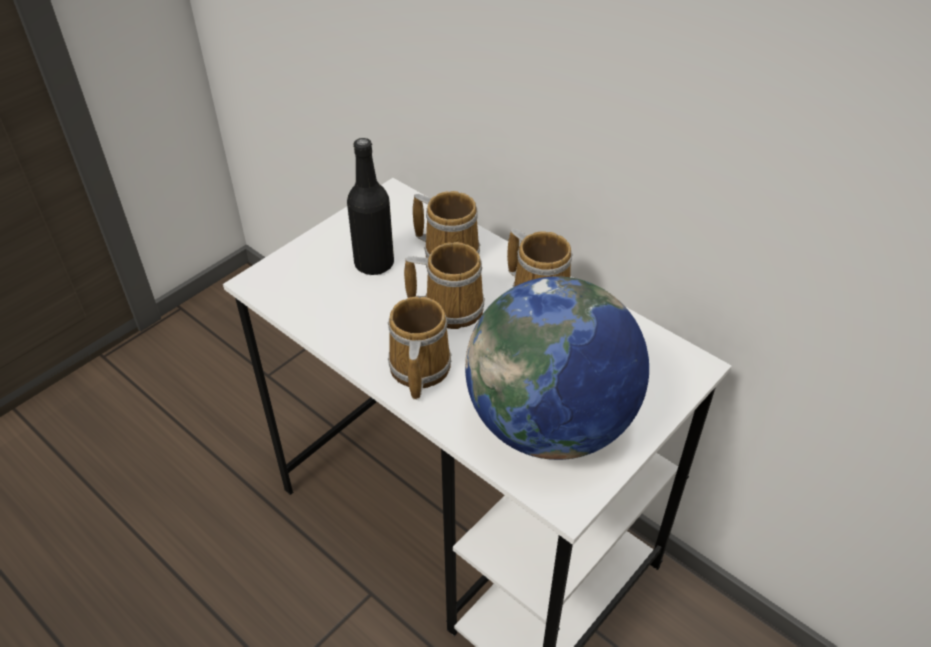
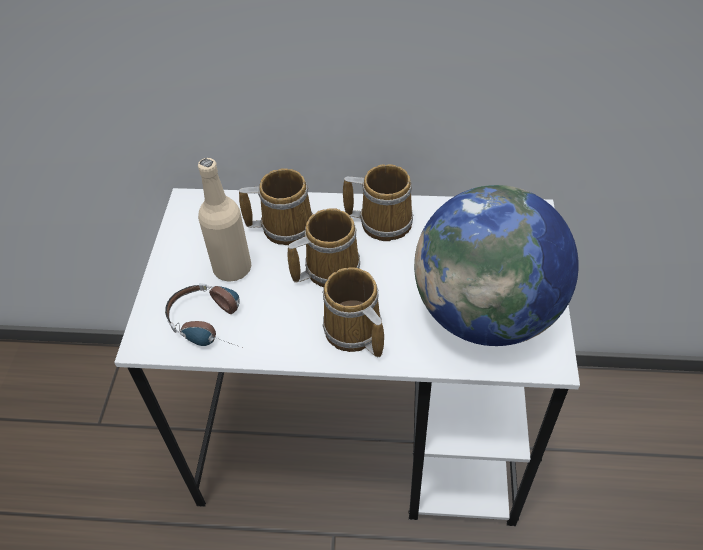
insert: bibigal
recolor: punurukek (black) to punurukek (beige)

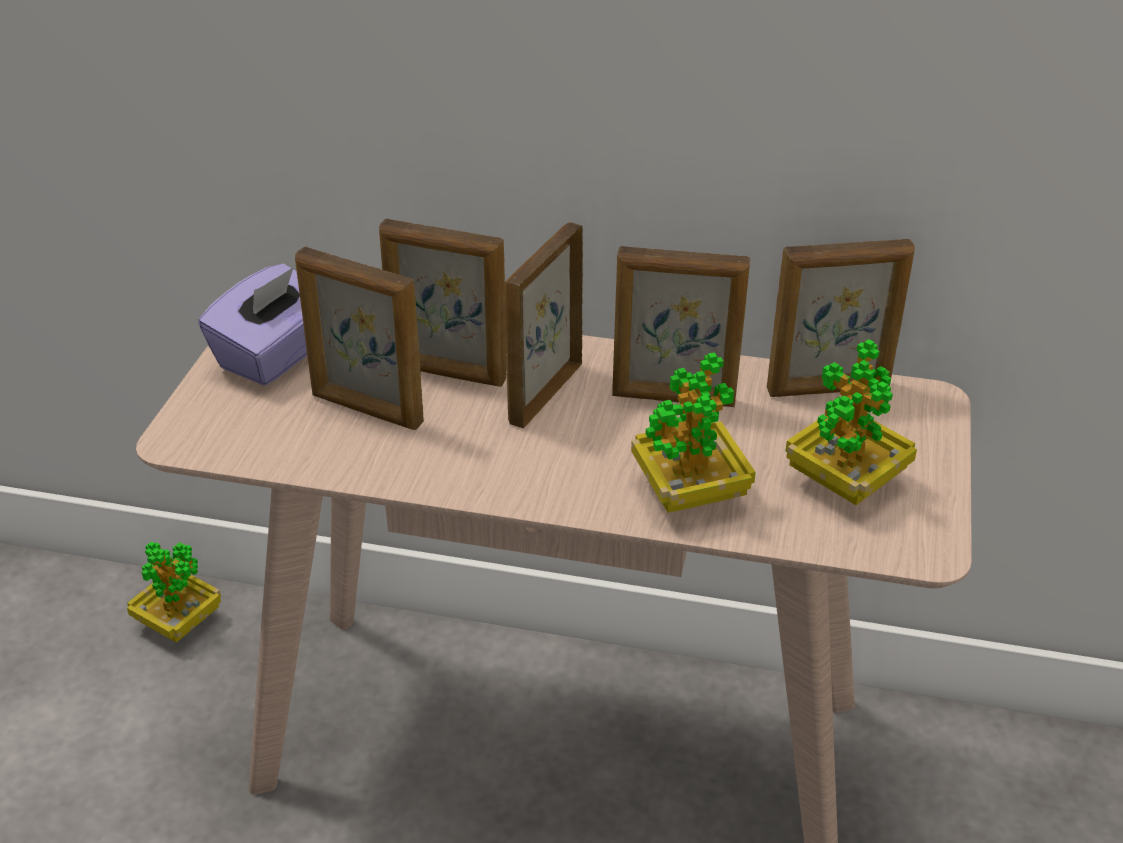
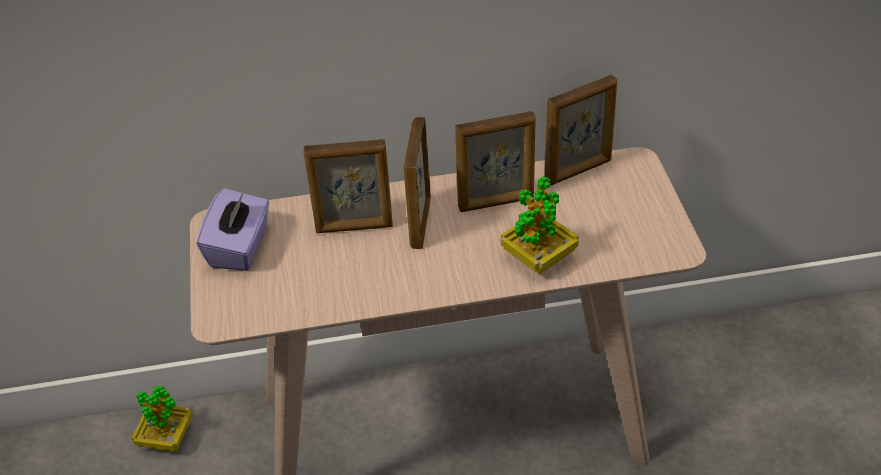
delete: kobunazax (1st from left); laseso (3rd from left)

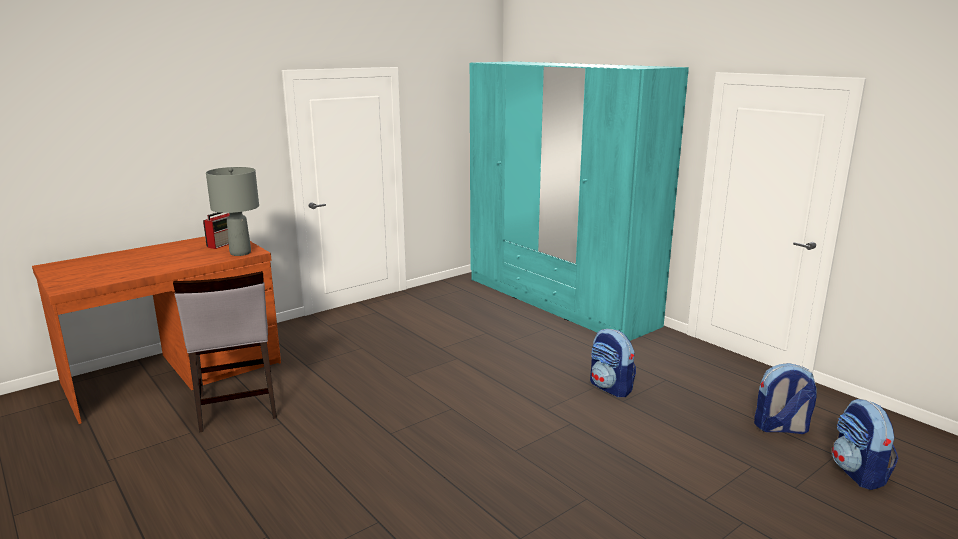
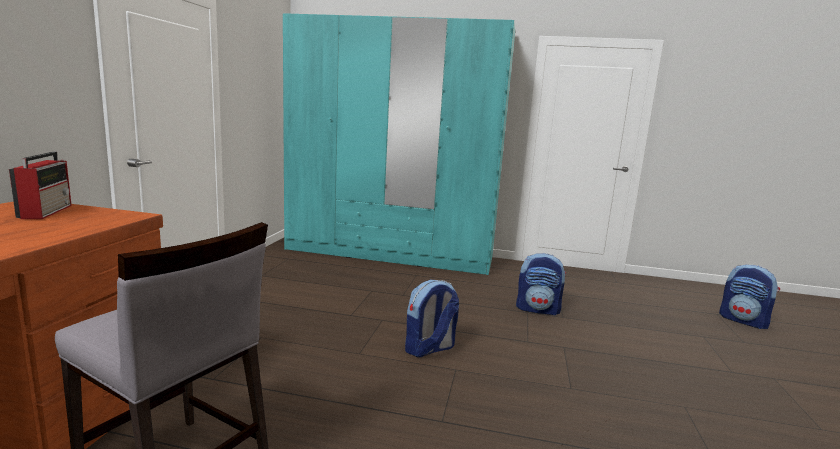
delete: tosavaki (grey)
move: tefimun (2nd from left in the first image) to tefimun (1st from left)

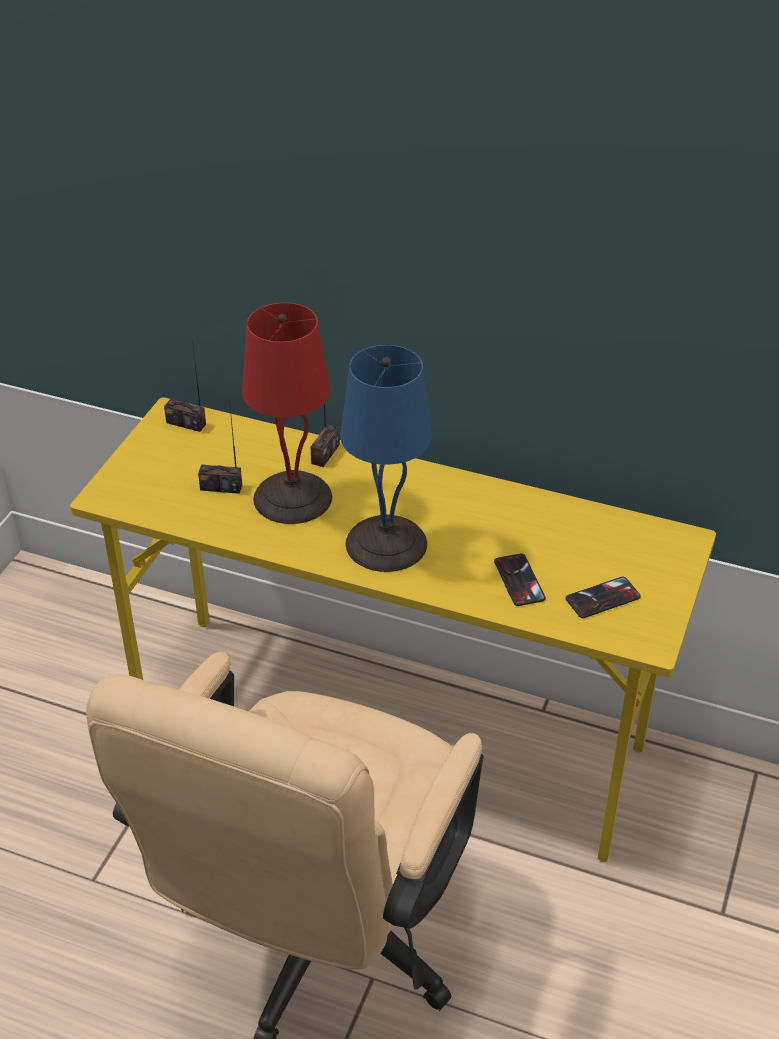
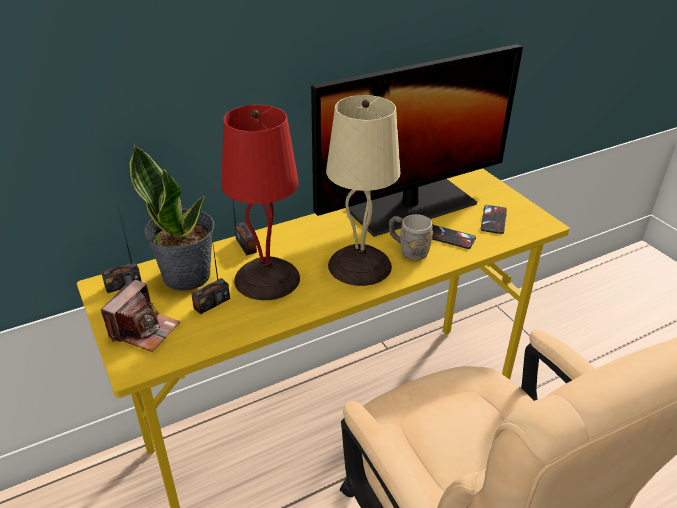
insert: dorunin; laseso; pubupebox; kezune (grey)
recolor: tosavaki (blue) to tosavaki (beige)

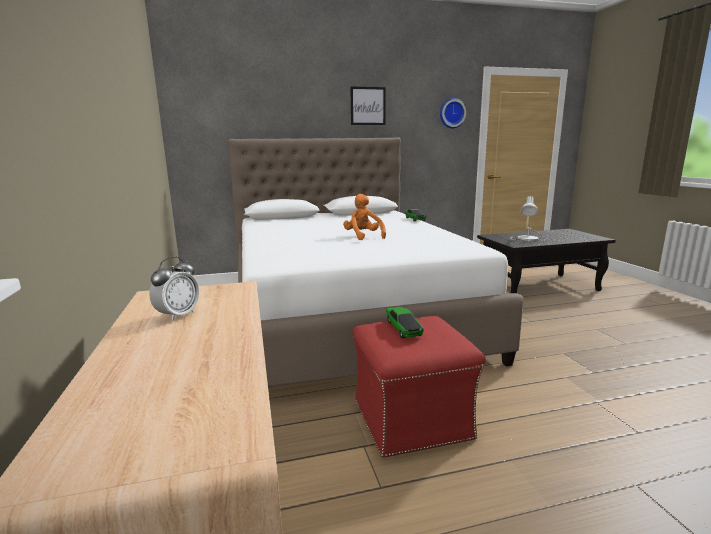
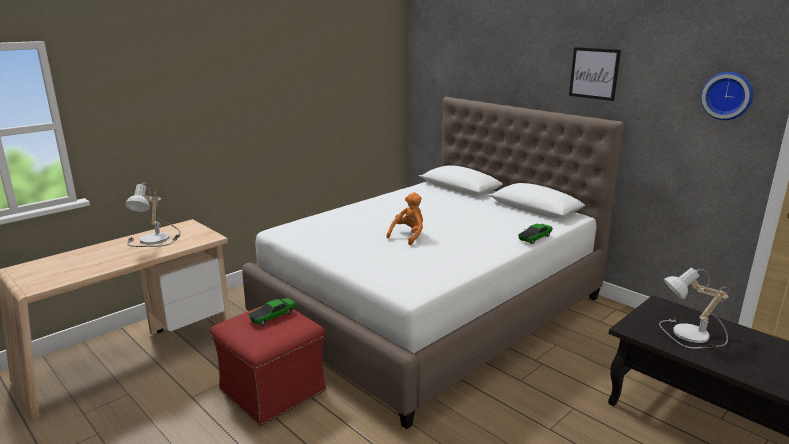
replace: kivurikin to tosavaki (1st from left)

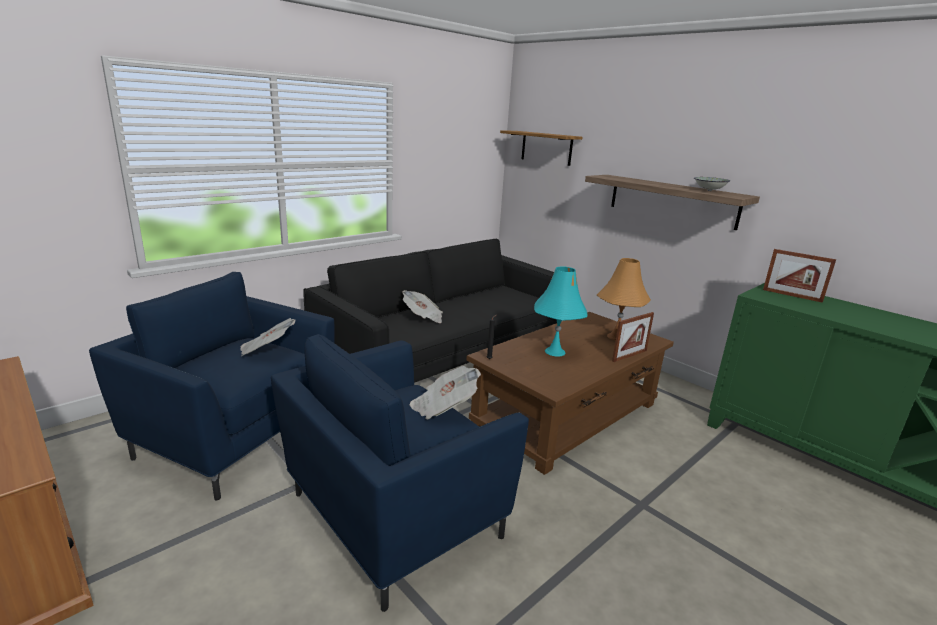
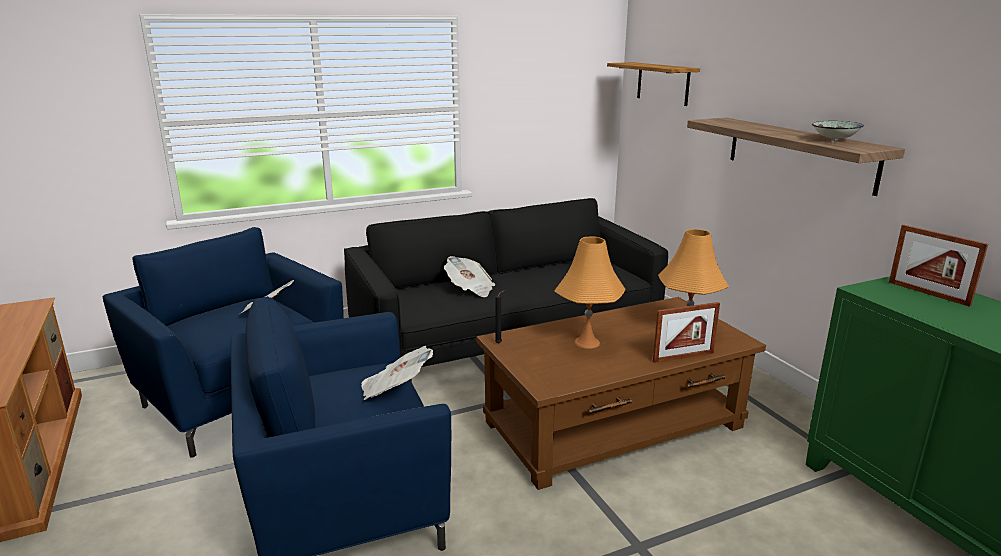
recolor: tosavaki (turquoise) to tosavaki (orange) (1st from left)

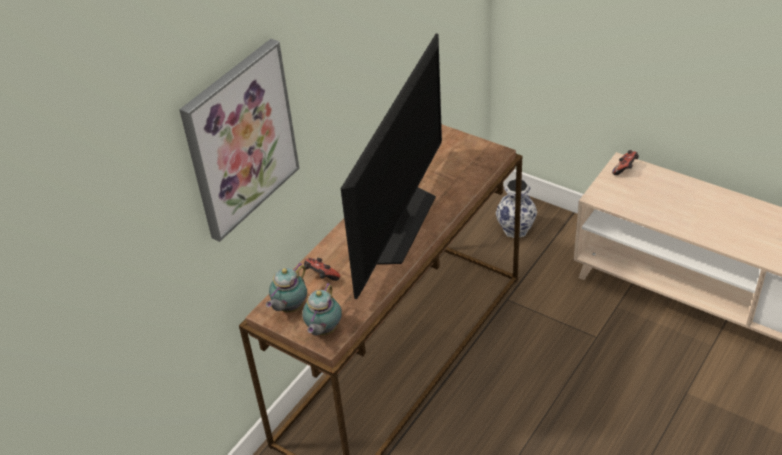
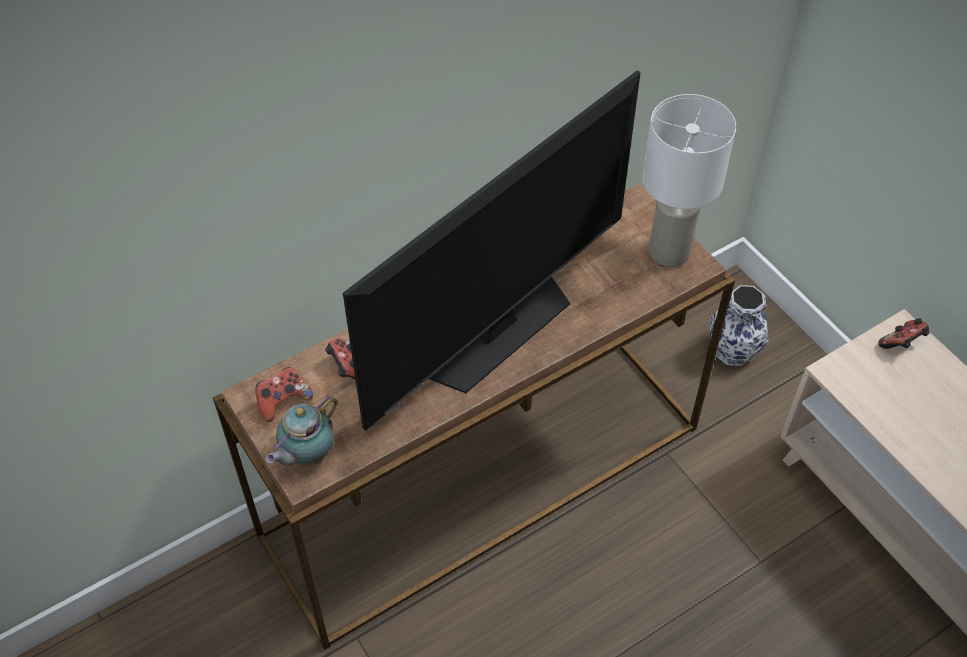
delete: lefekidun
insert: tosavaki (white)
replace: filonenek (1st from left) to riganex (1st from left)

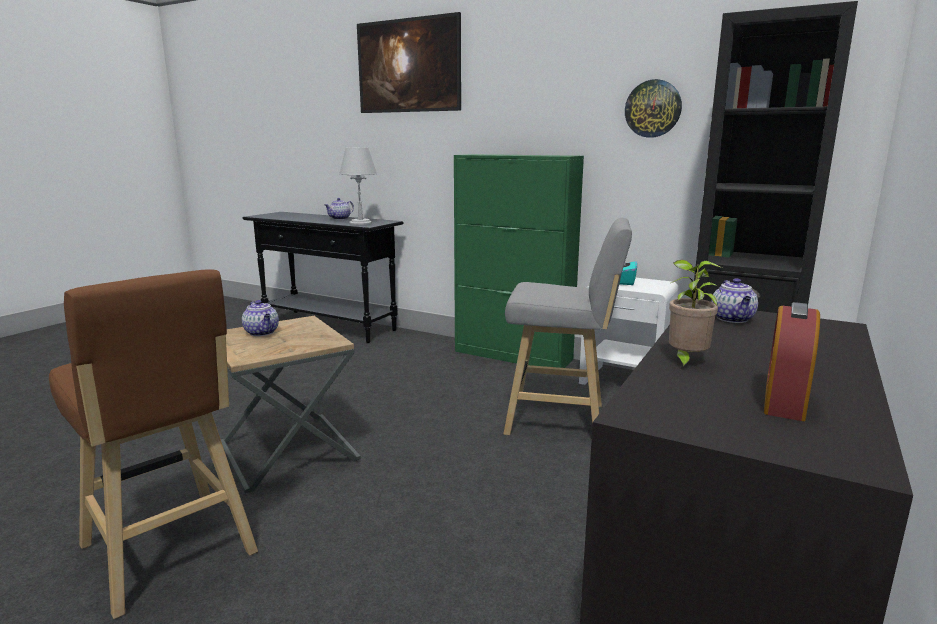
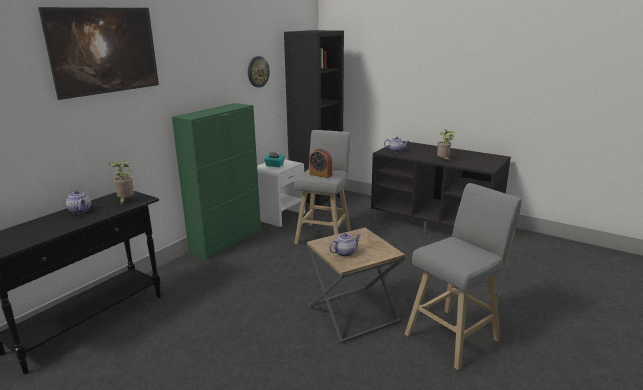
move: kivurikin
replace: tosavaki (grey) to laseso (1st from left)
recolor: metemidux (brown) to metemidux (grey) (2nd from left)

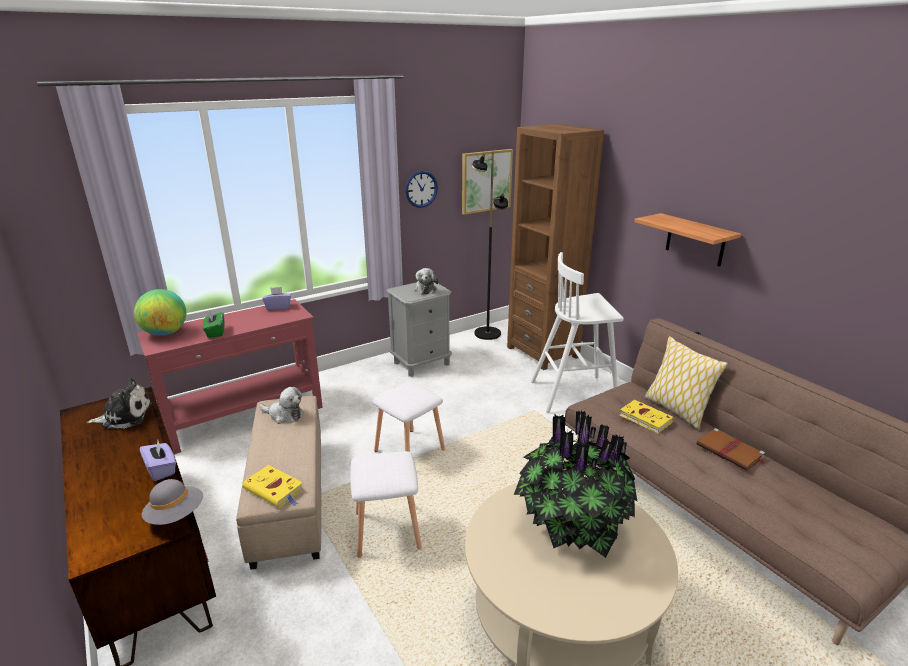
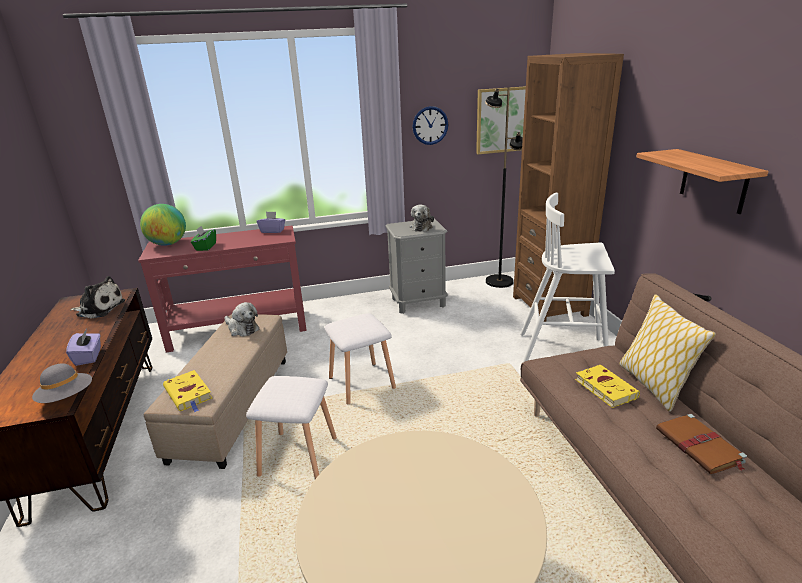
delete: laseso

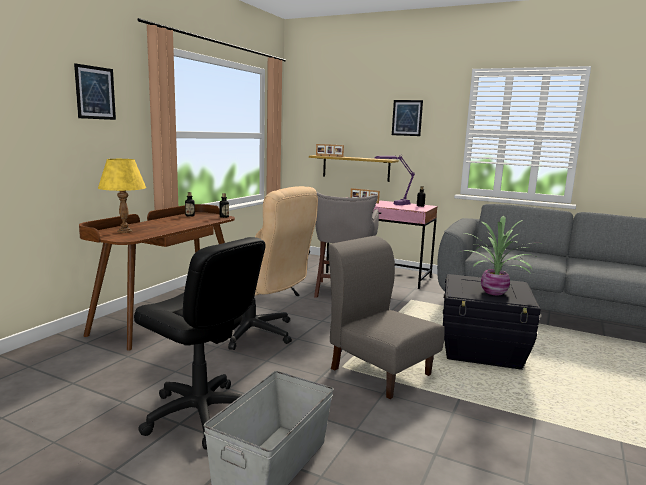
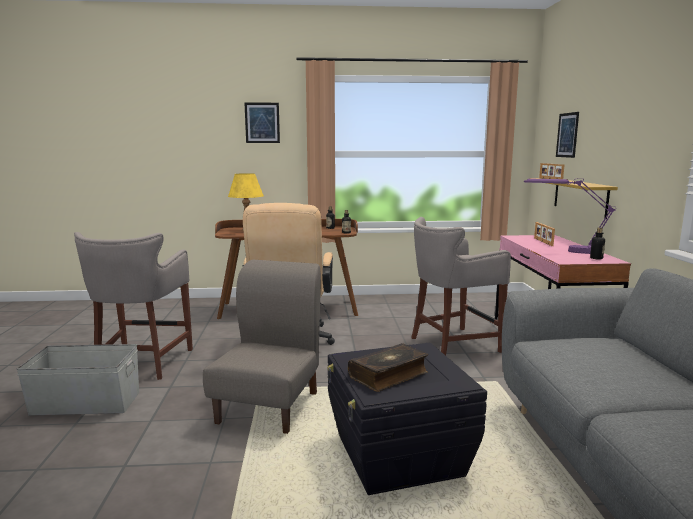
move: lefekidun (2nd from left)
replace: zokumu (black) to metemidux (grey) (1st from left); laseso to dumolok

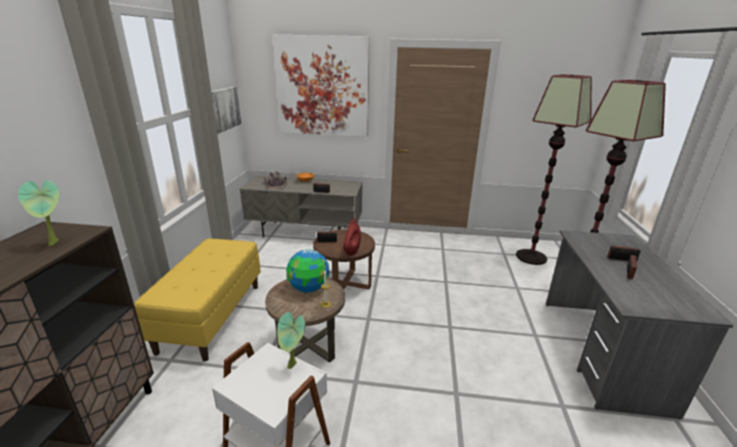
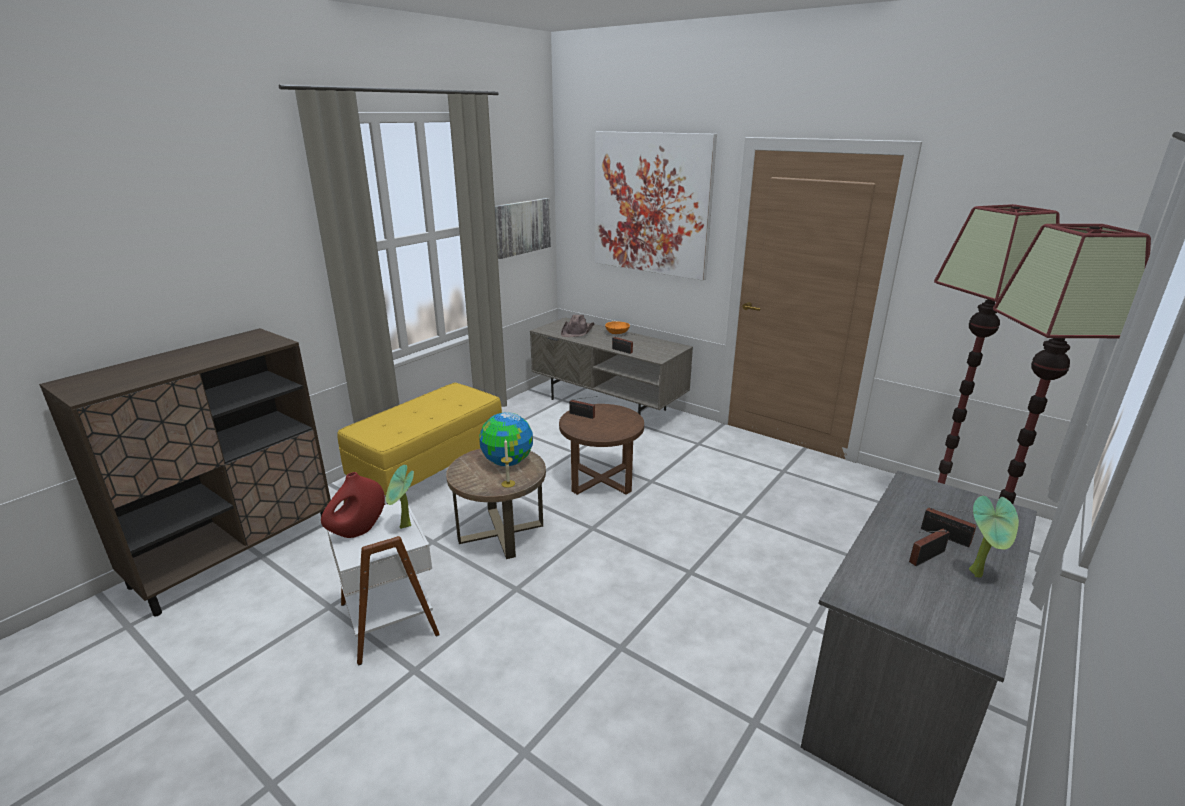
move: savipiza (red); laseso (1st from left in the first image) to laseso (2nd from left)

